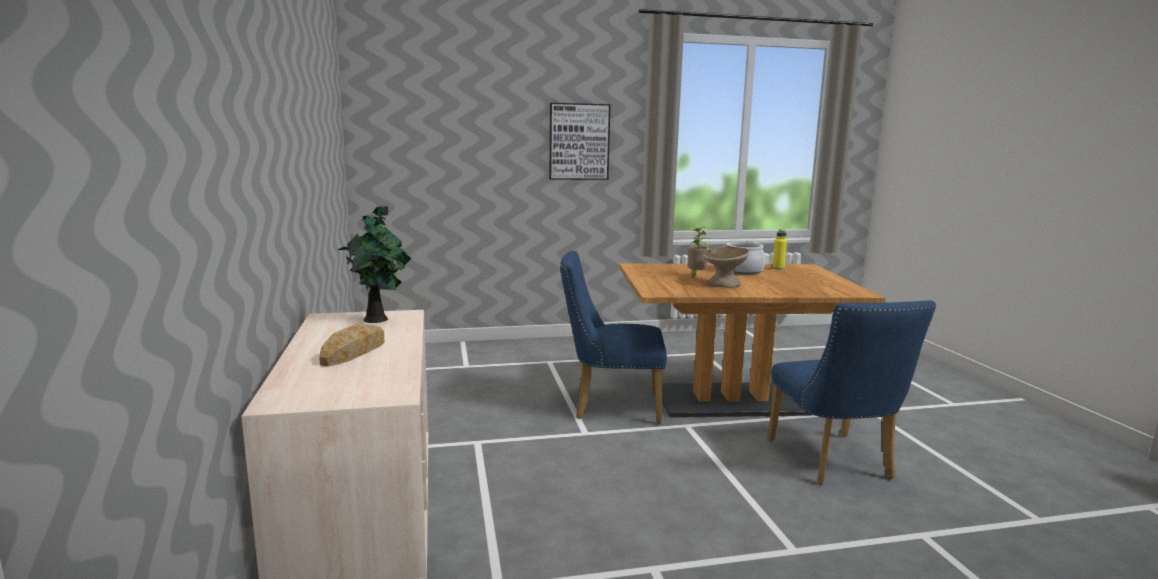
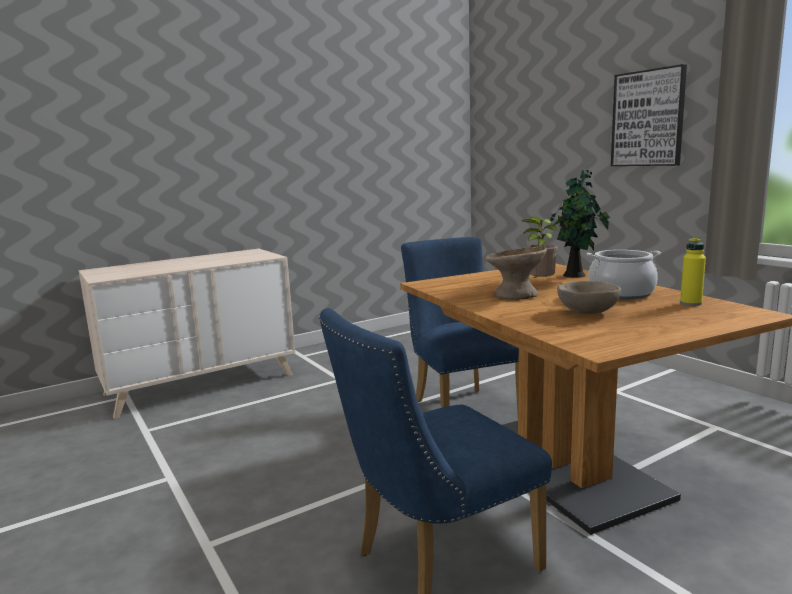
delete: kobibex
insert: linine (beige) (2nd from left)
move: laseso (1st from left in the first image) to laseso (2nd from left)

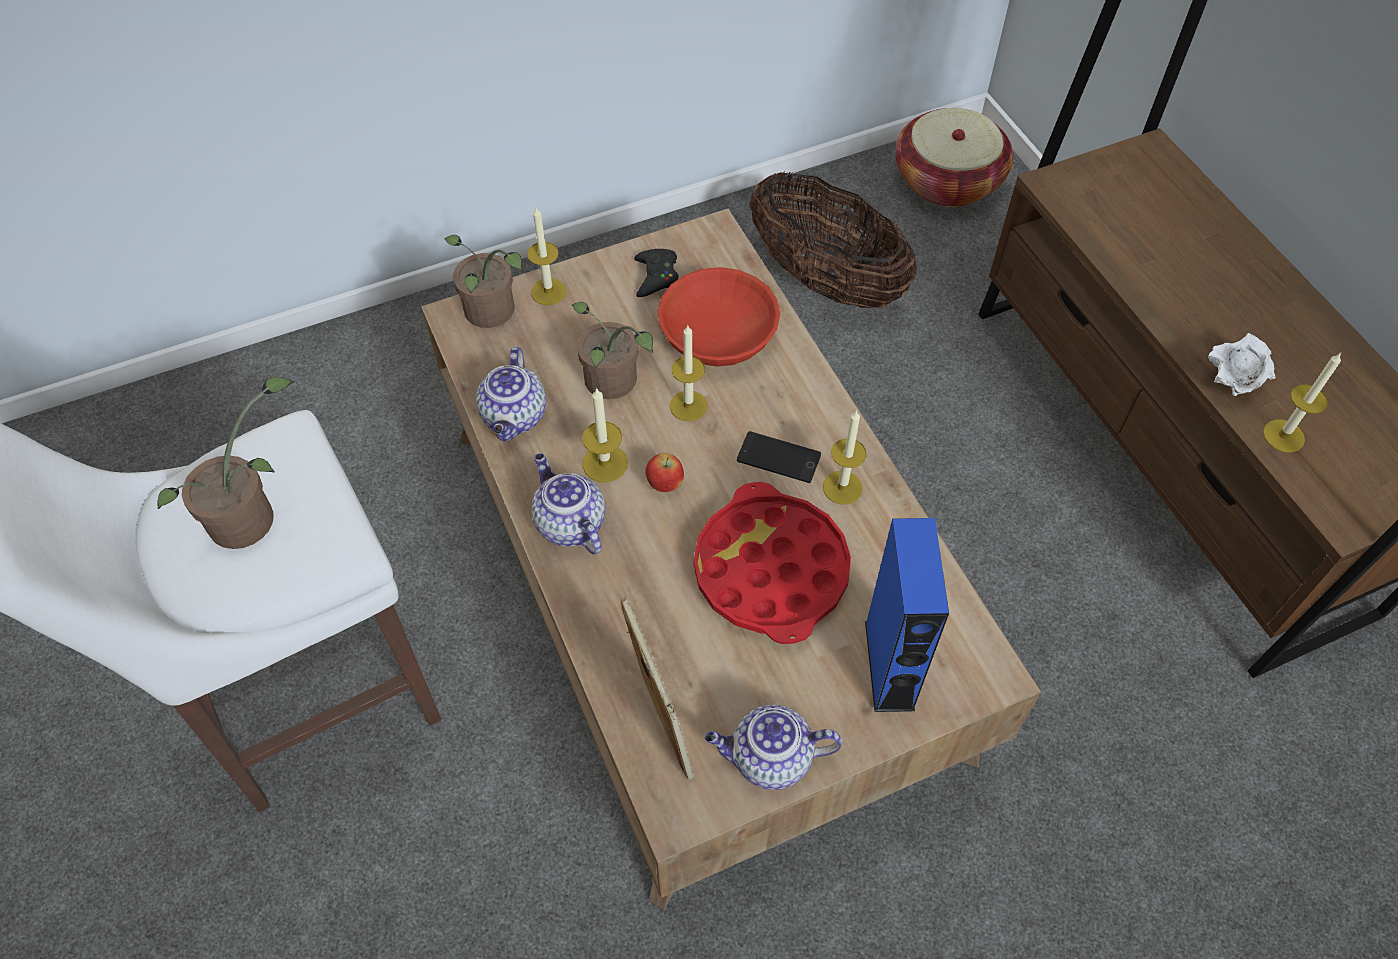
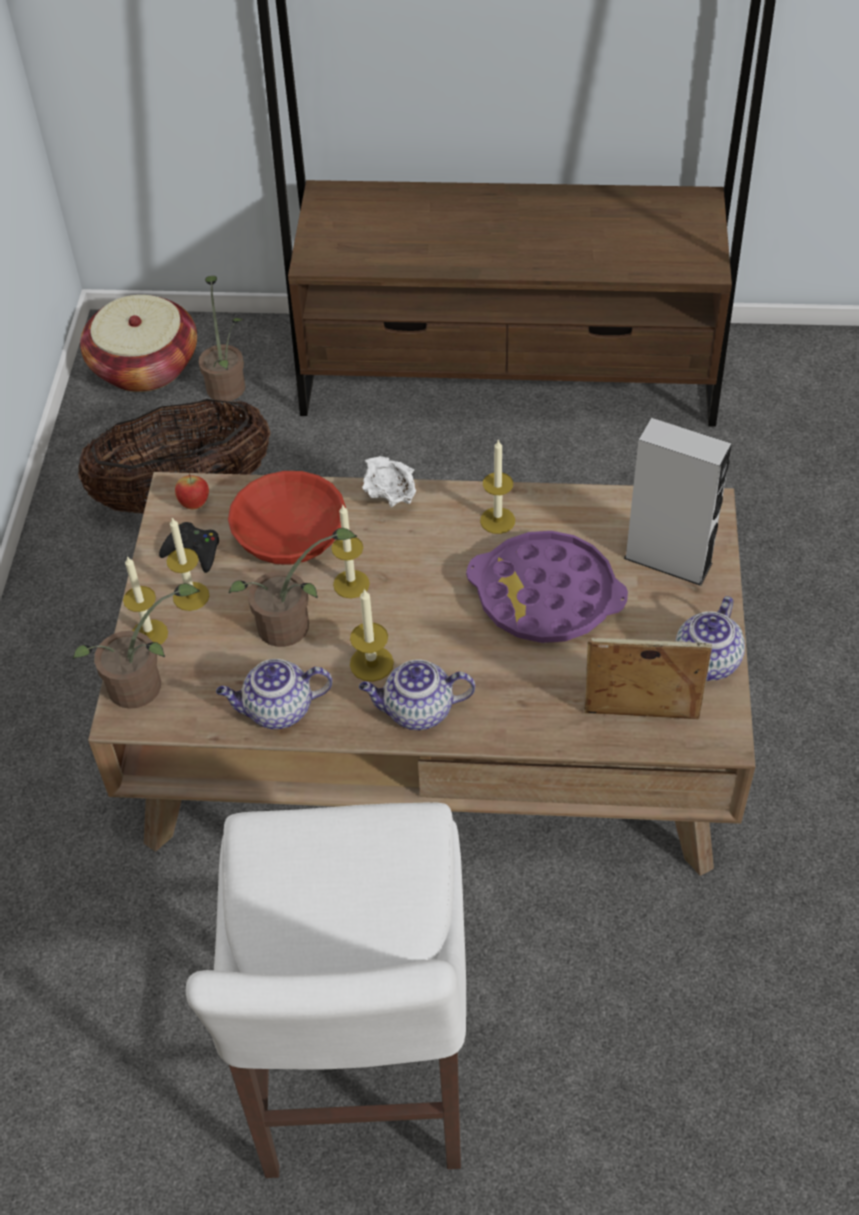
delete: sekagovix
move: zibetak (5th from left in the first image) to zibetak (2nd from left); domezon; laseso (1st from left in the first image) to laseso (2nd from left); linine (white)
recolor: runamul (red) to runamul (purple); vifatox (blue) to vifatox (grey)
rotate: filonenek (1st from left) 135 degrees clockwise

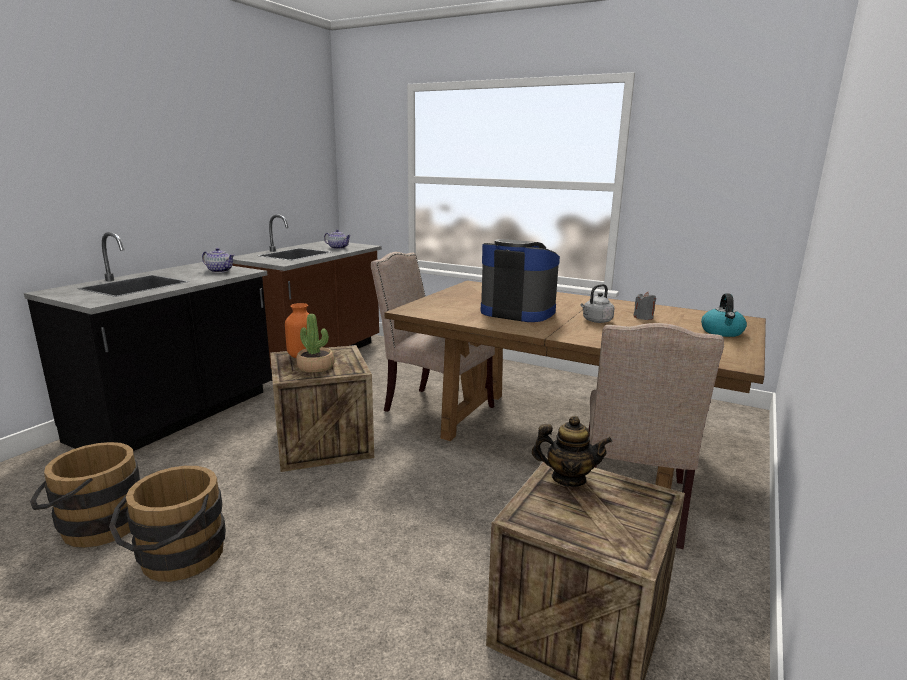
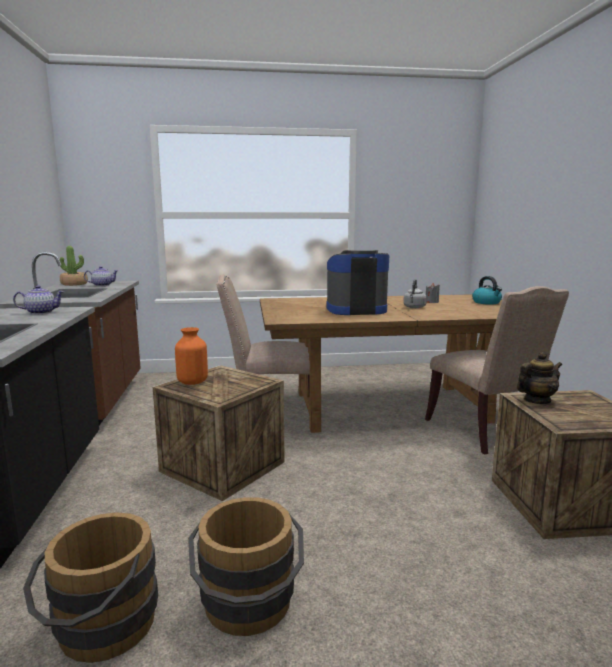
move: laseso

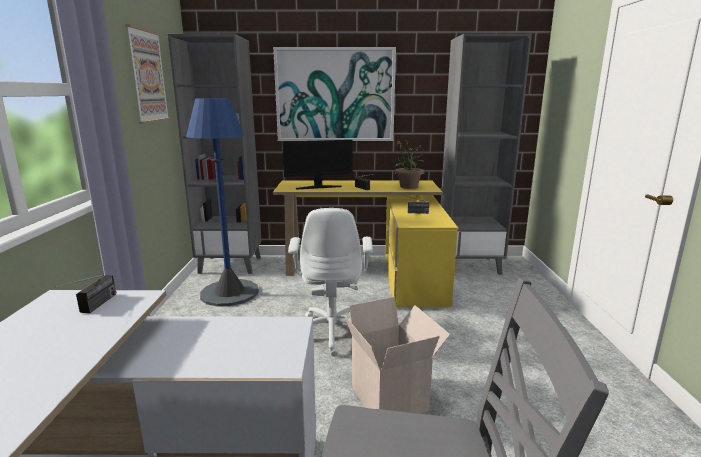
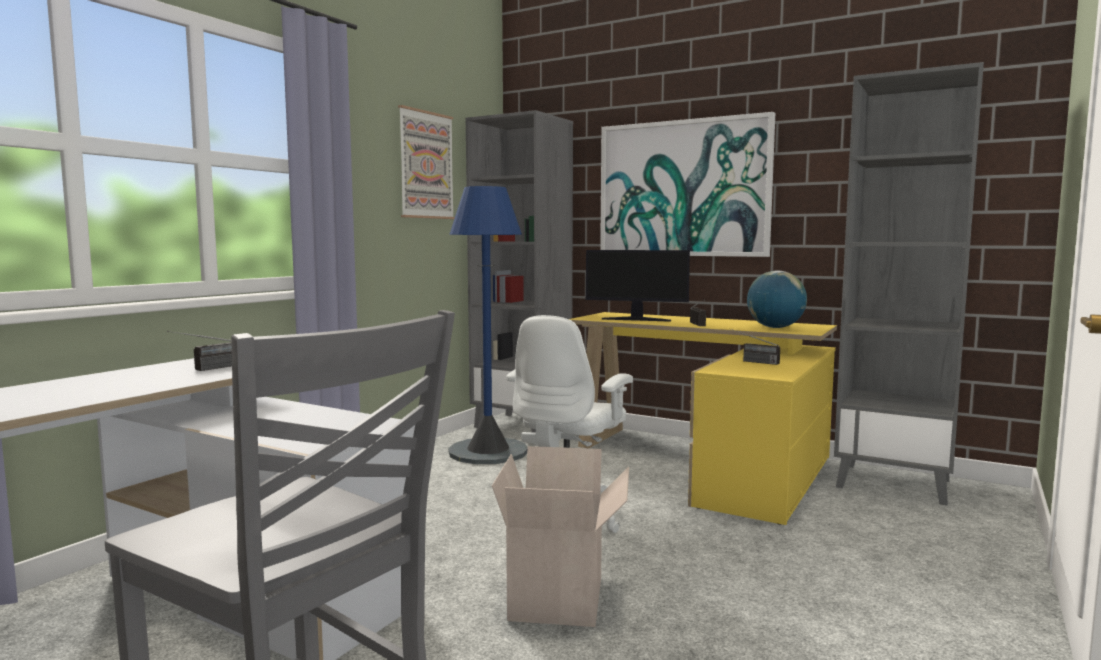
replace: laseso to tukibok

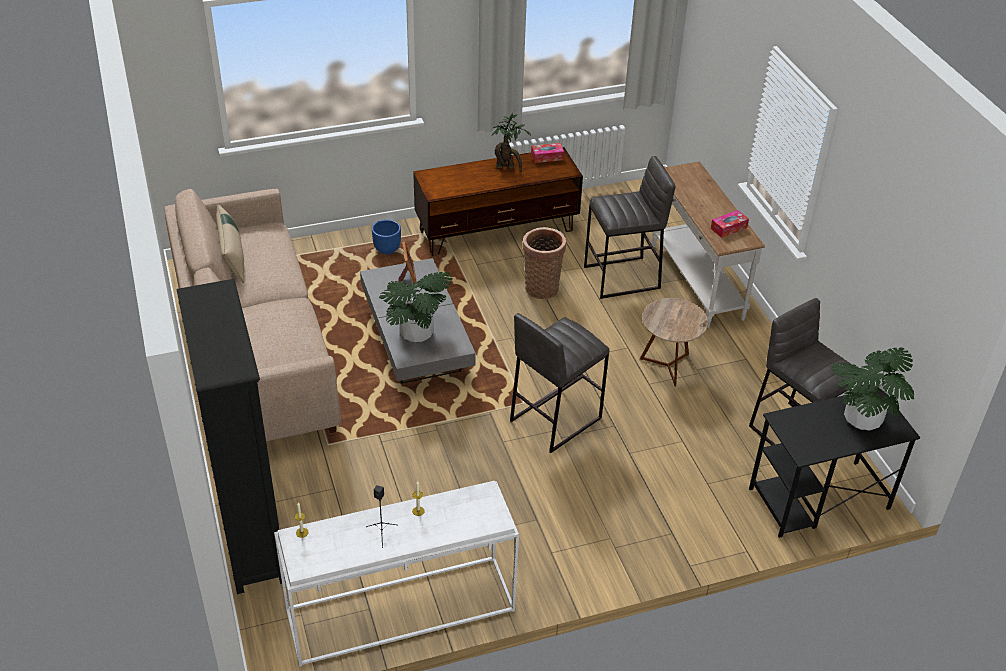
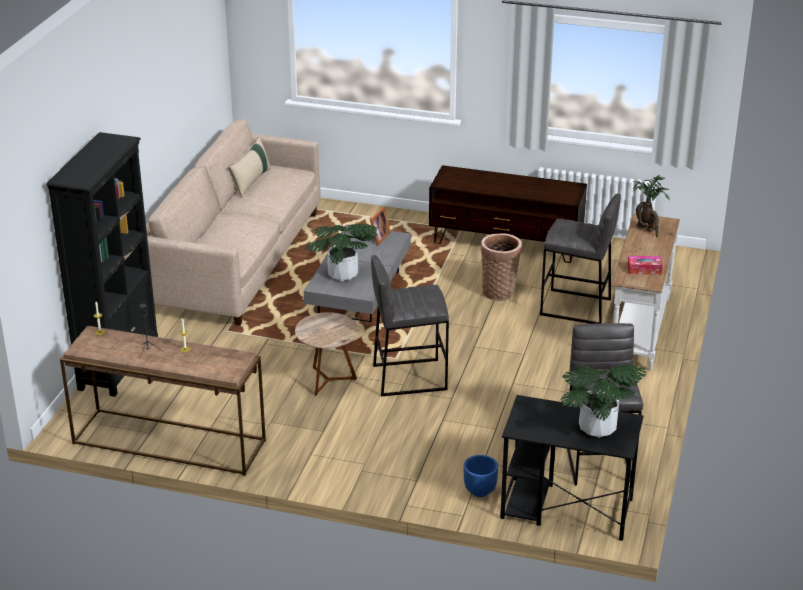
delete: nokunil (1st from left)
move: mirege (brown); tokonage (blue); laseso (2nd from left in the first image) to laseso (3rd from left)
recolor: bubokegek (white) (1st from left) to bubokegek (brown)

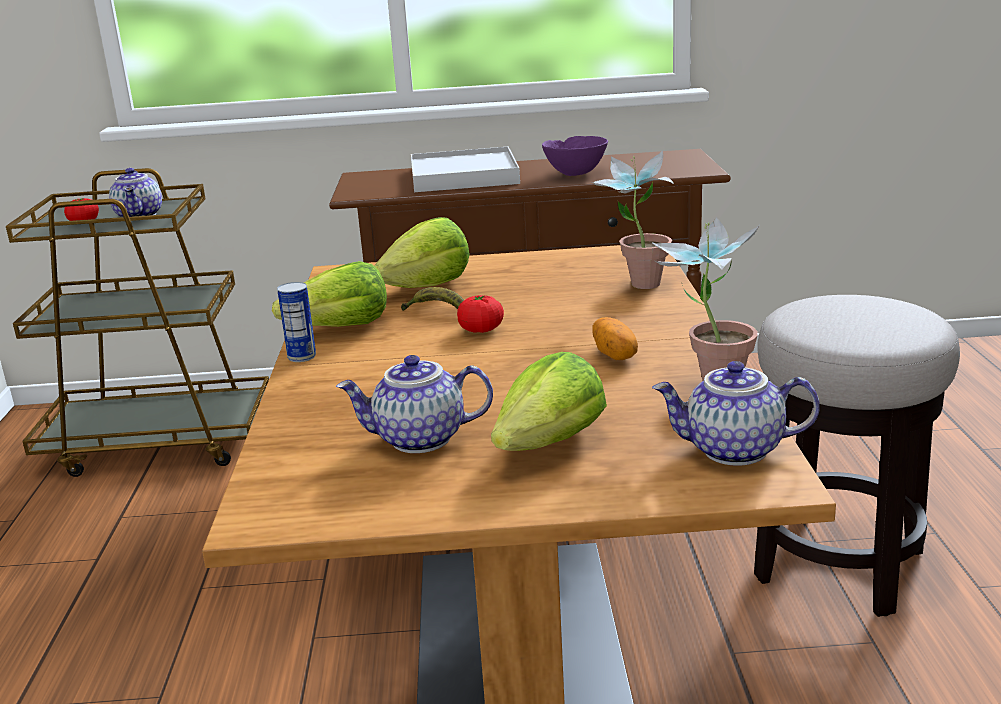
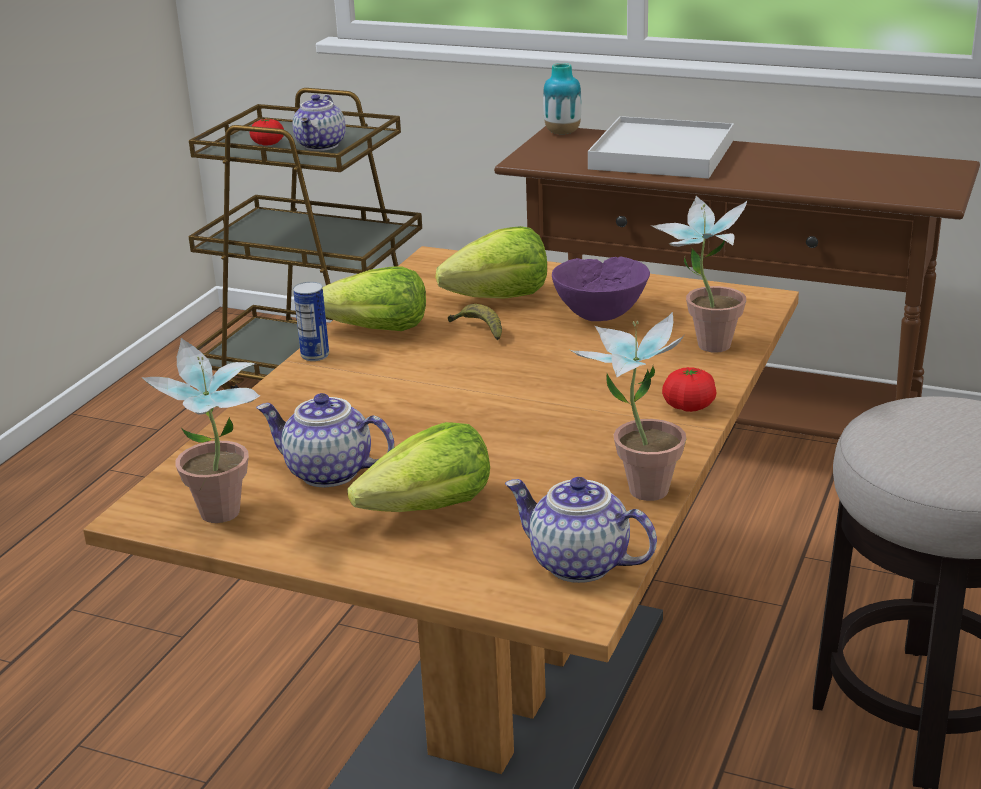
delete: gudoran
insert: laseso (1st from left); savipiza
move: linine (purple); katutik (2nd from left)

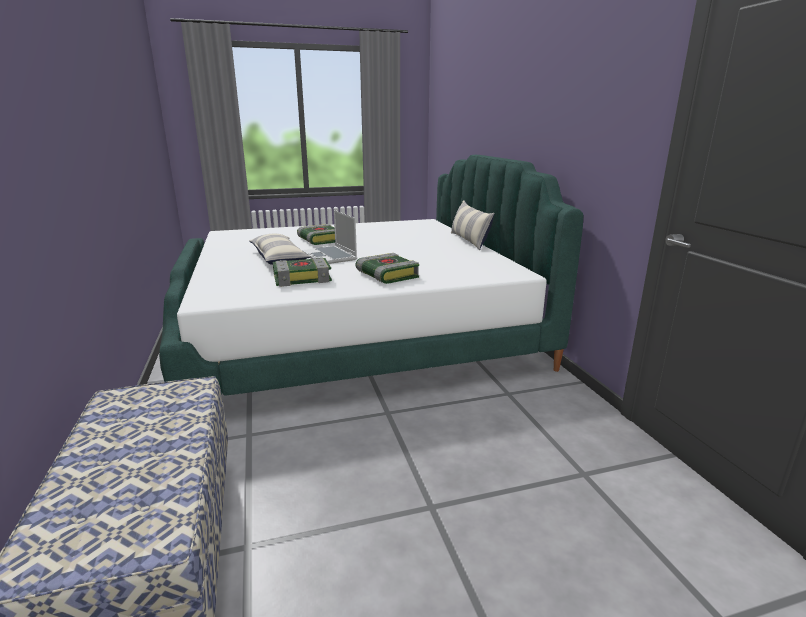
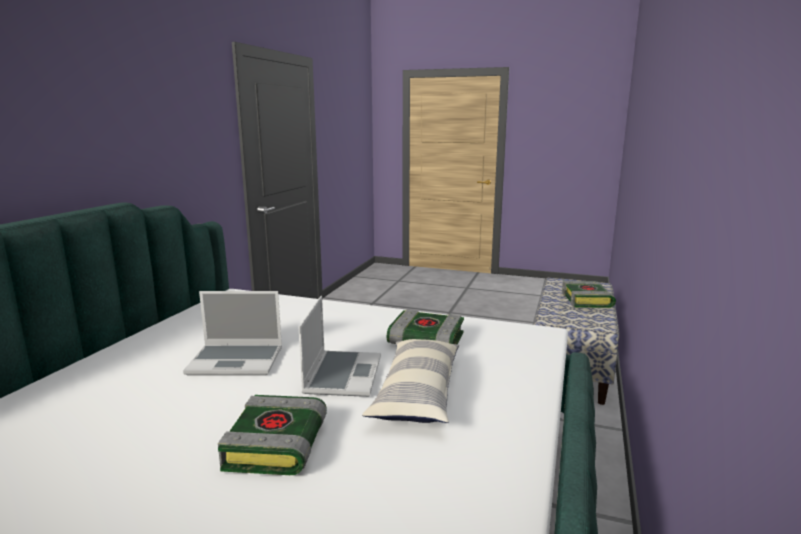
delete: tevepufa (2nd from left)
insert: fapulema (1st from left)
move: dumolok (3rd from left)

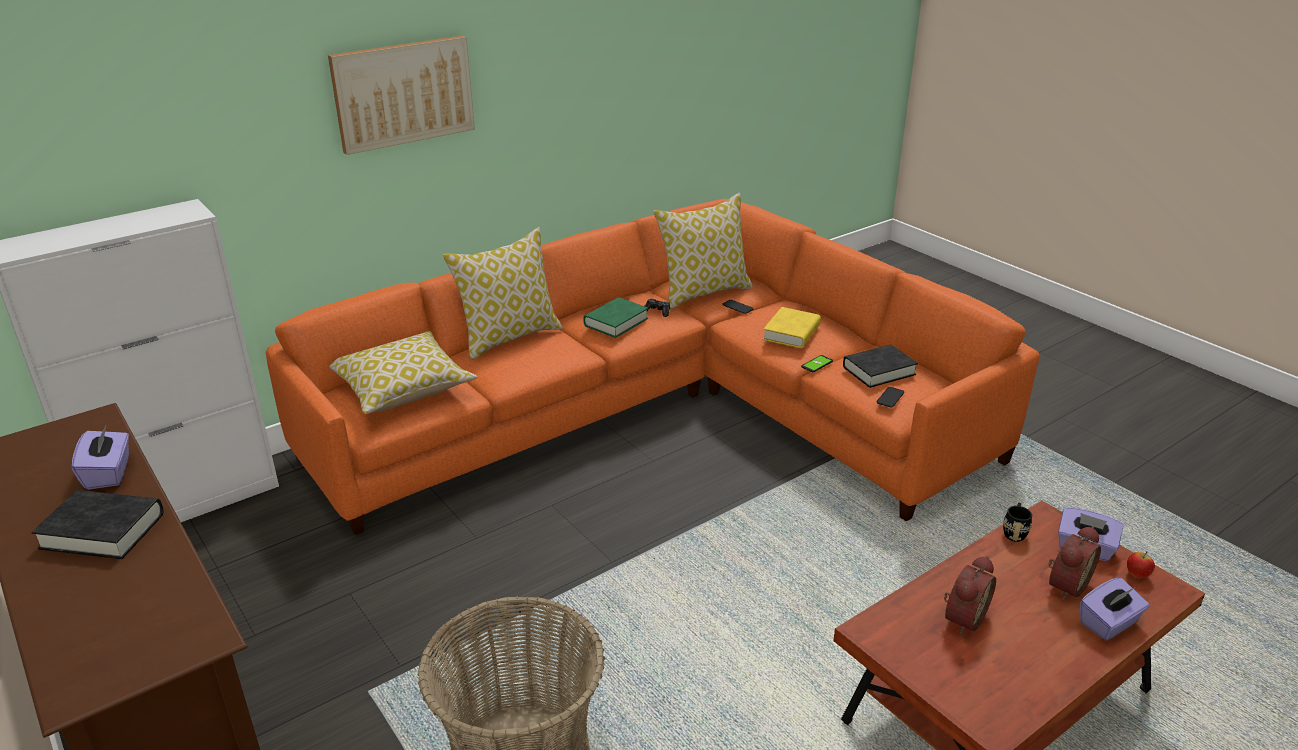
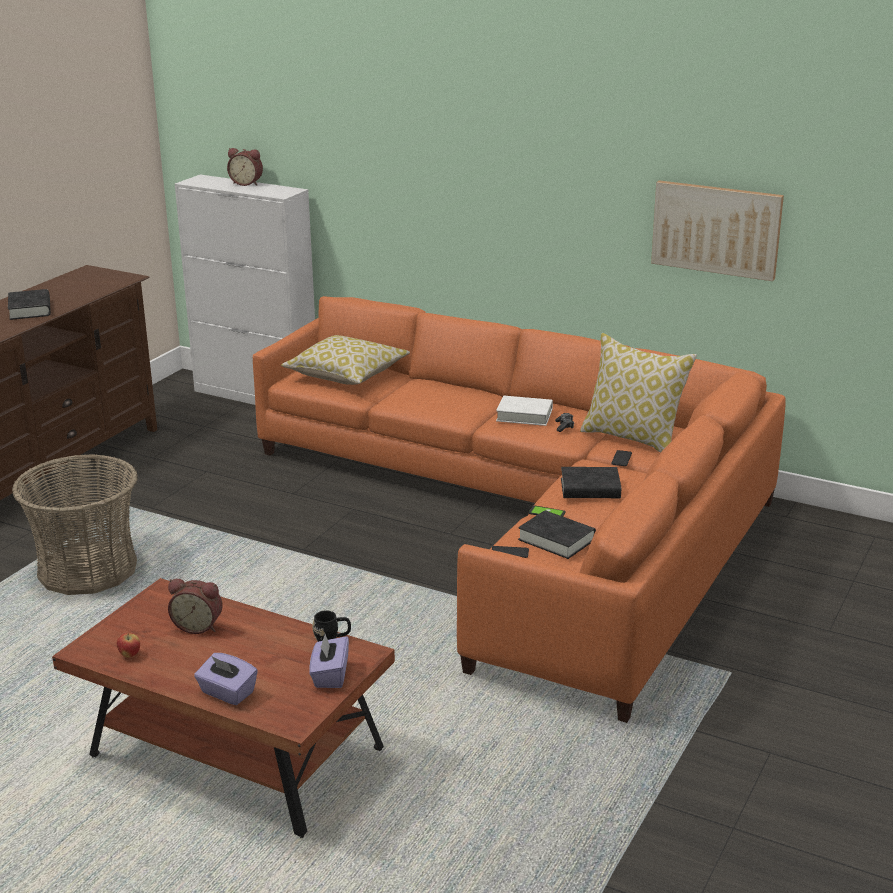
delete: nokunil (purple) (1st from left); tevepufa (2nd from left)
move: domezon; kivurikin (2nd from left); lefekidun
recolor: dumolok (green) to dumolok (white); dumolok (yellow) to dumolok (black) (3rd from left)

